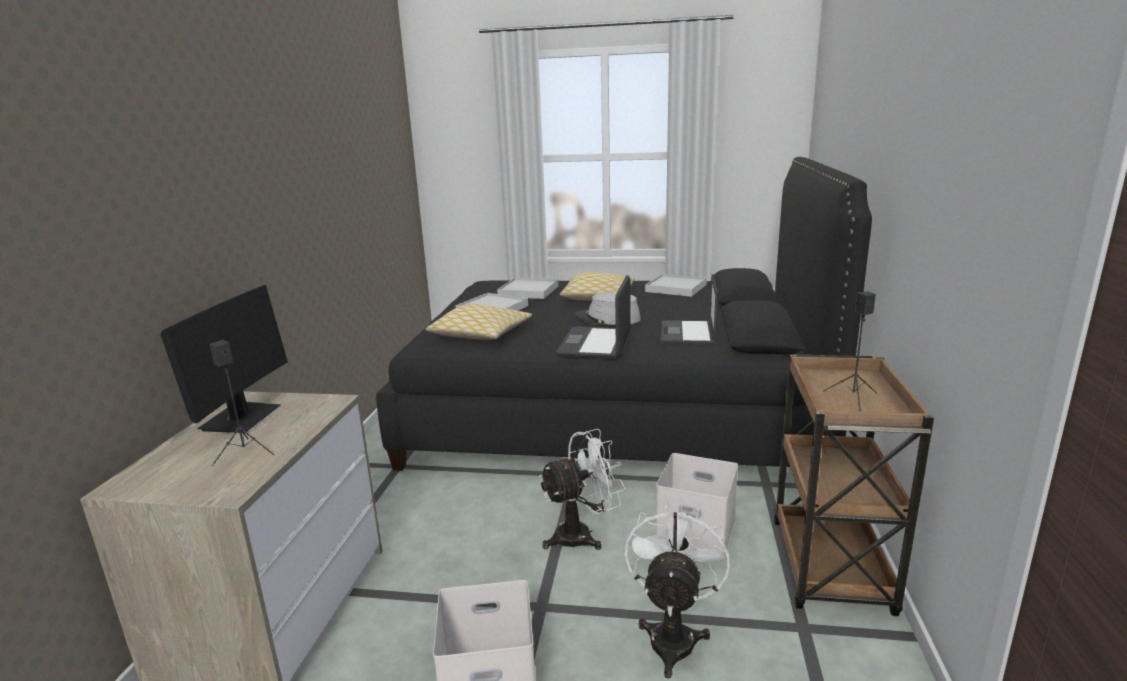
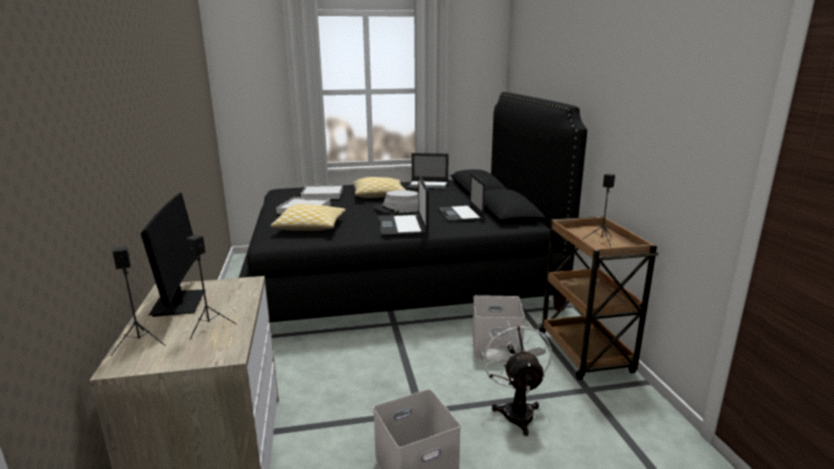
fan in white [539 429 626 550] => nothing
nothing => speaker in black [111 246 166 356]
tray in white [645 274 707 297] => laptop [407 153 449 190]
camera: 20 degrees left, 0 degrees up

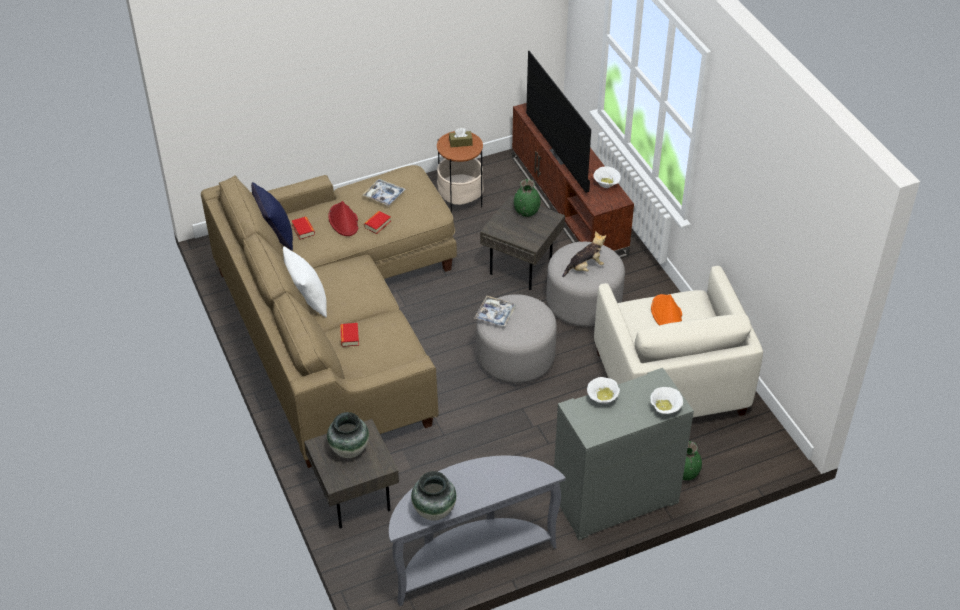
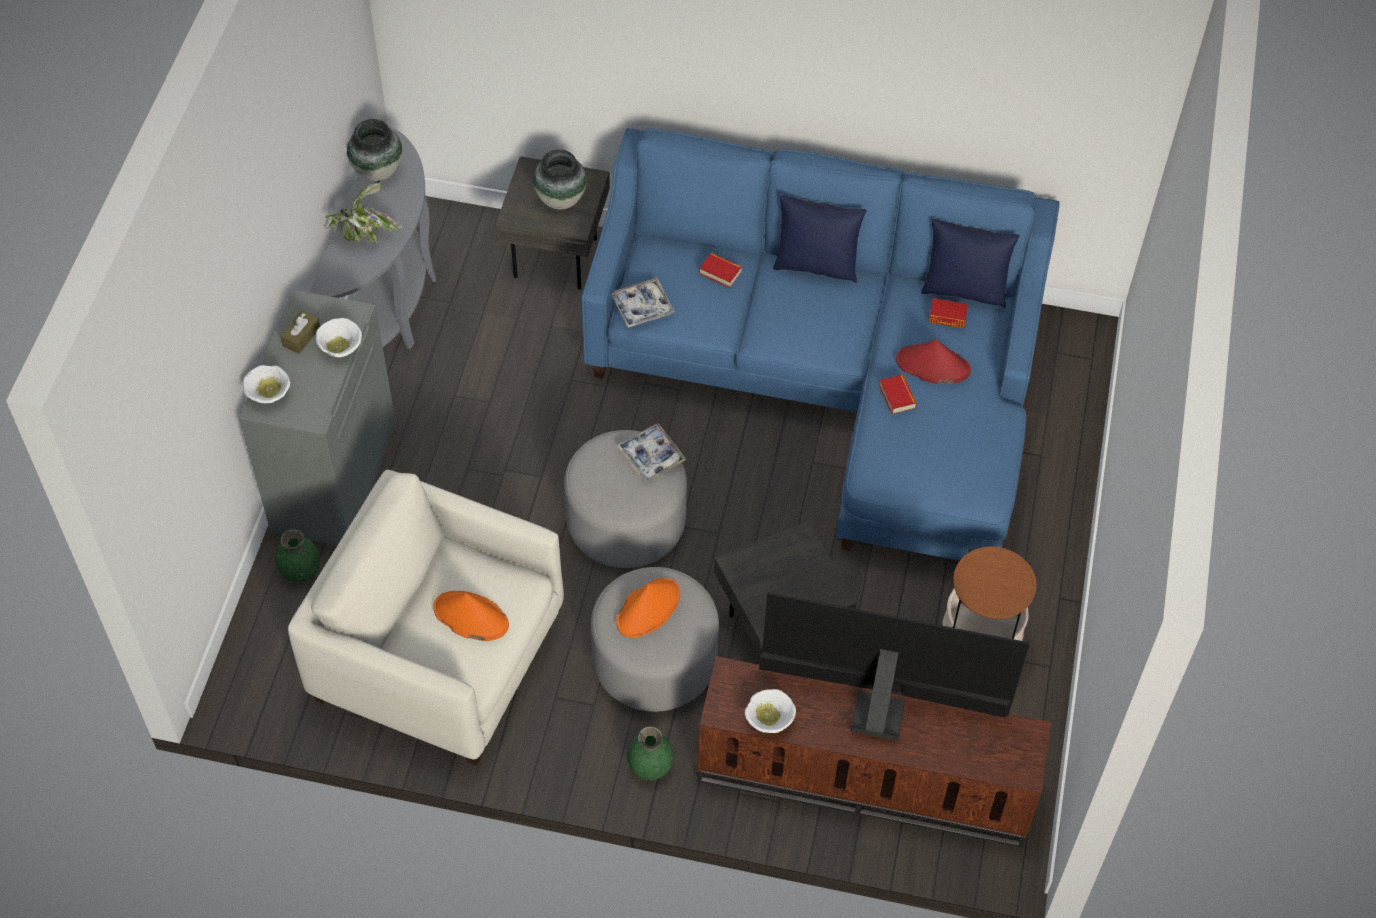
nothing => potted plant [326 180 402 244]
tray [363 179 406 206] => tray [612 278 675 328], move
tissue box in brown [449 127 473 147] => tissue box in brown [280 310 320 354], move
vase in green [514 179 540 217] => vase in green [627 726 673 780], move
plush toy [562 231 606 277] => hat in orange [616 578 680 638]
sofa in beige [201 165 457 468] => sofa in blue [582 128 1060 561]
pillow in white [283 247 327 317] => pillow in blue [773 195 867 283]
camera: 125 degrees right, 10 degrees up

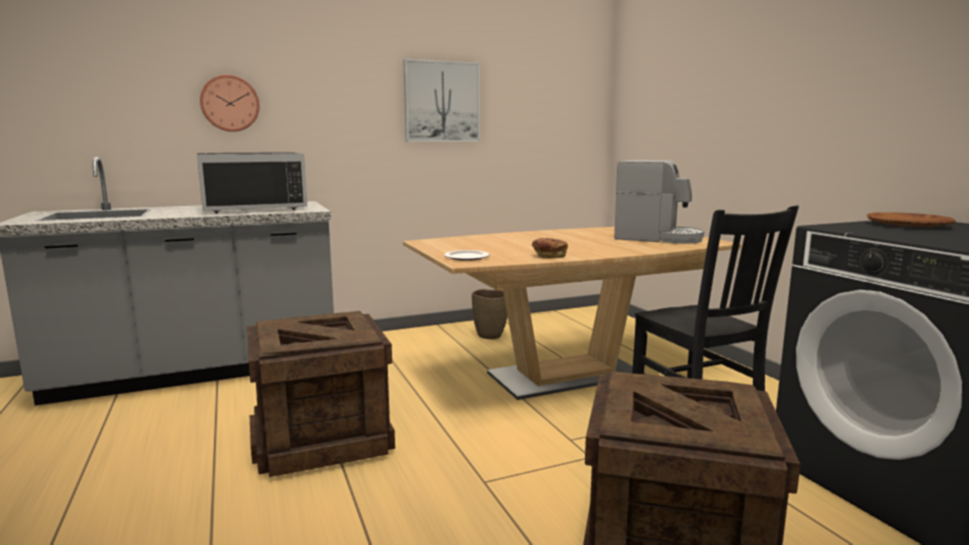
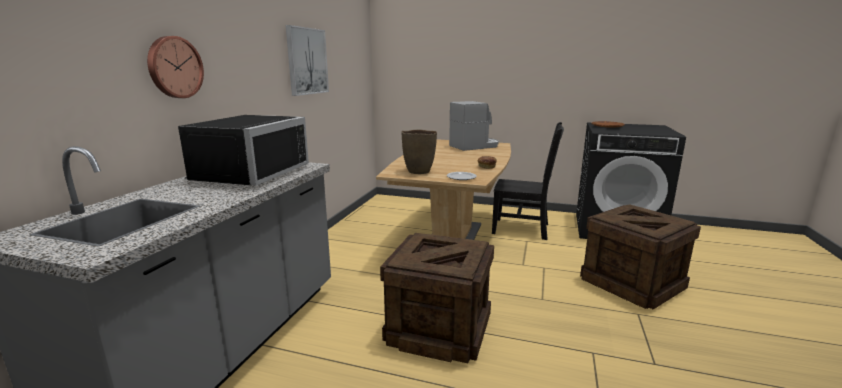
vase in brown [472 289 508 339] => vase in brown [401 129 437 174], move
camera: 50 degrees left, 5 degrees up

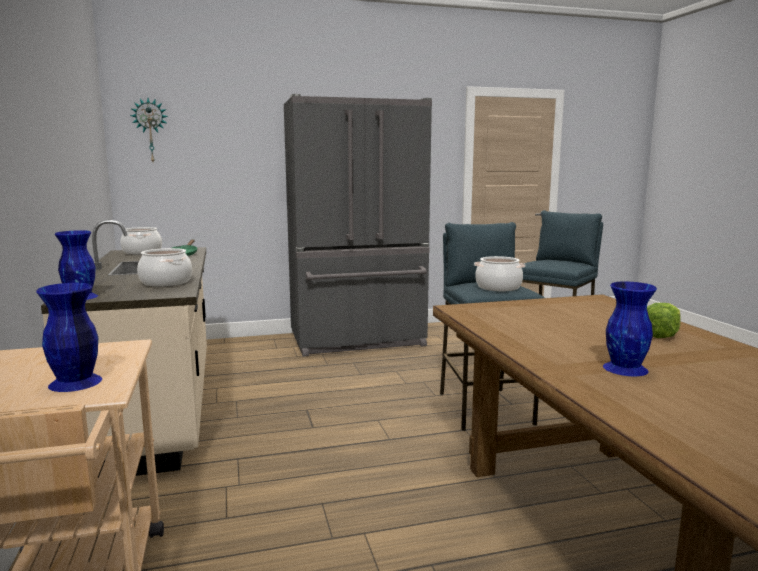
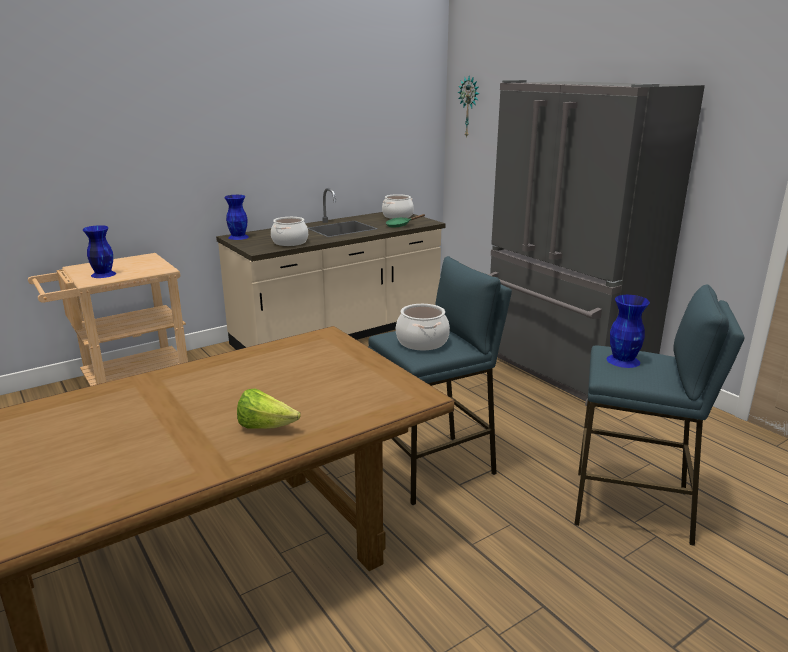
vase in blue [603 281 657 376] => vase in blue [607 295 650 368], move
camera: 70 degrees right, 10 degrees up

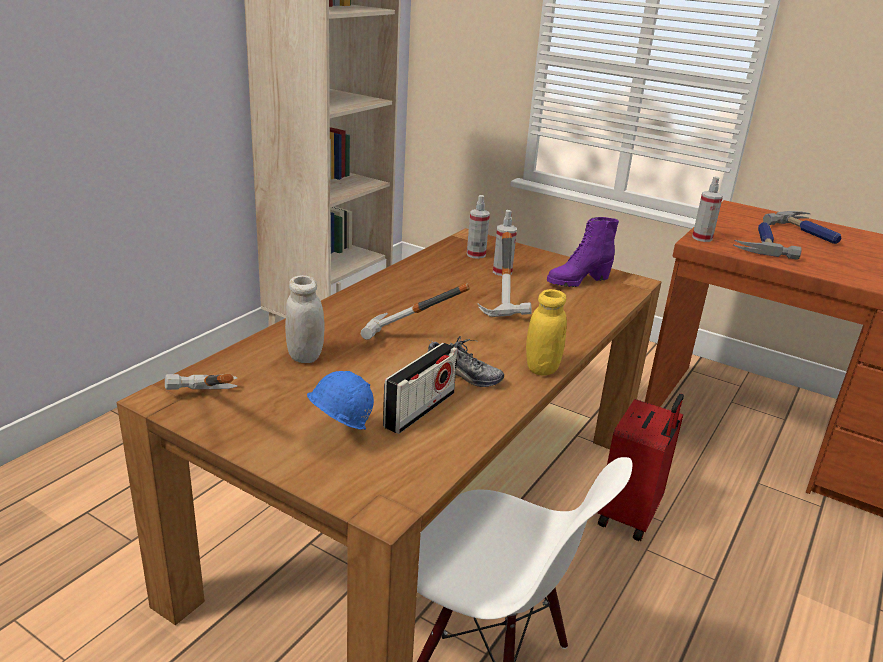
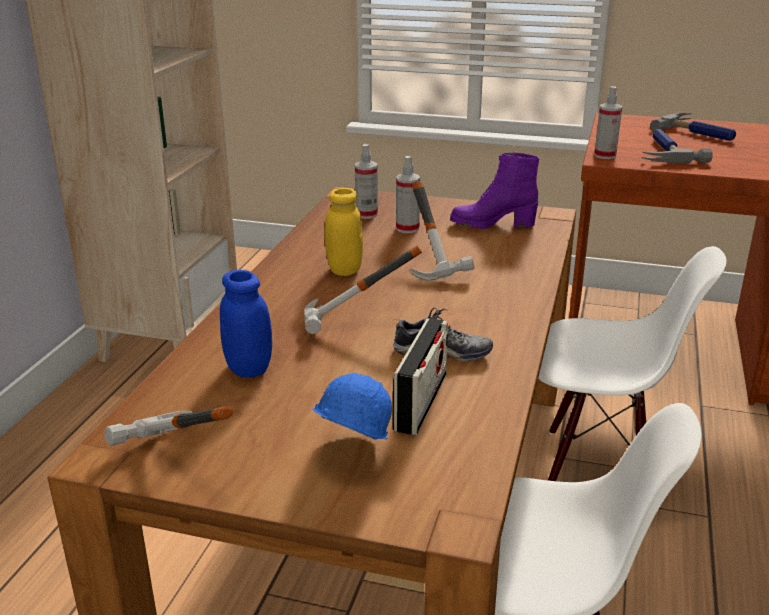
jar in yellow [526 289 567 376] => jar in yellow [325 188 363 276], move
suitcase in red [598 394 684 541] => chair in white [538 246 727 481]
jar in white [285 275 325 363] => jar in blue [220 270 272 378]
boot in purple [547 217 619 287] => boot in purple [450 152 540 229], 45 degrees clockwise
camera: 15 degrees left, 0 degrees up

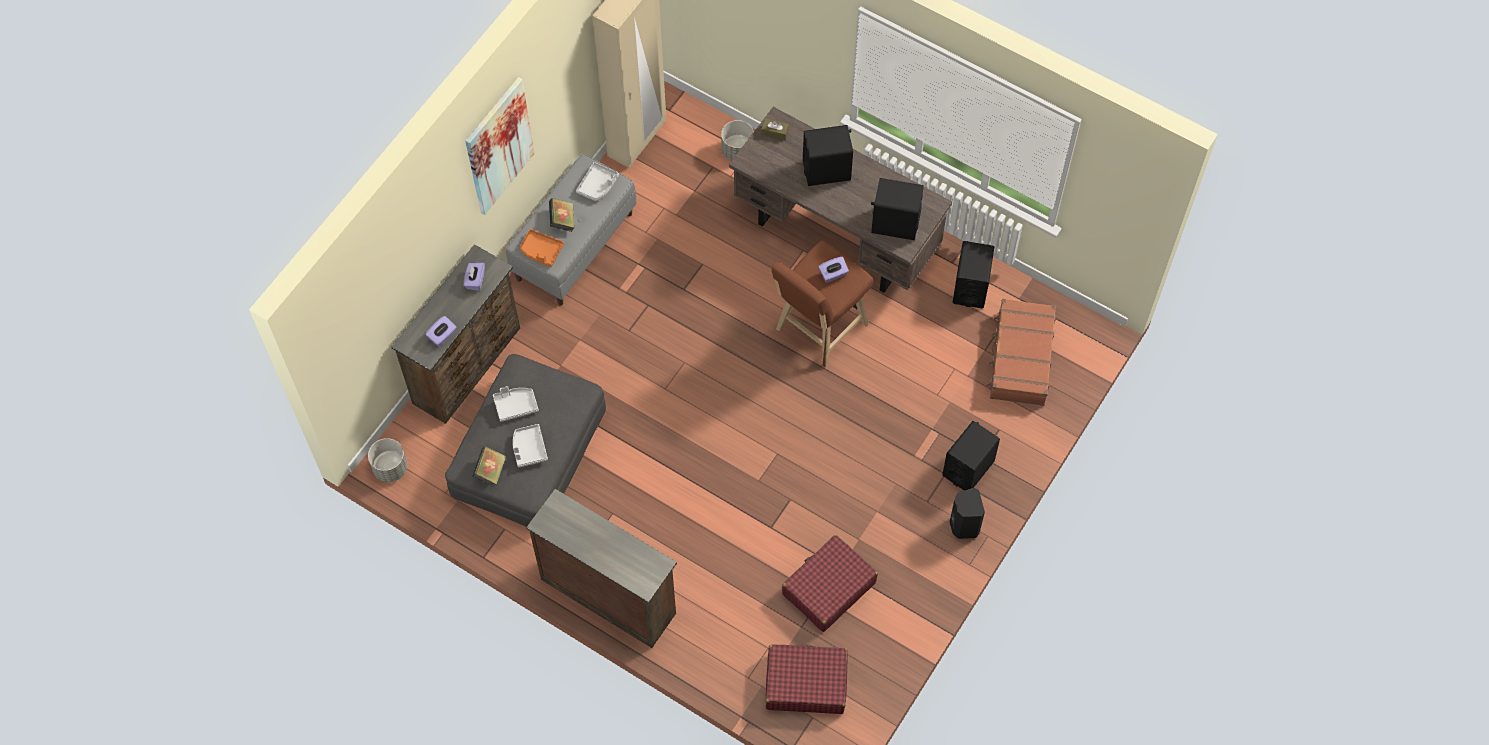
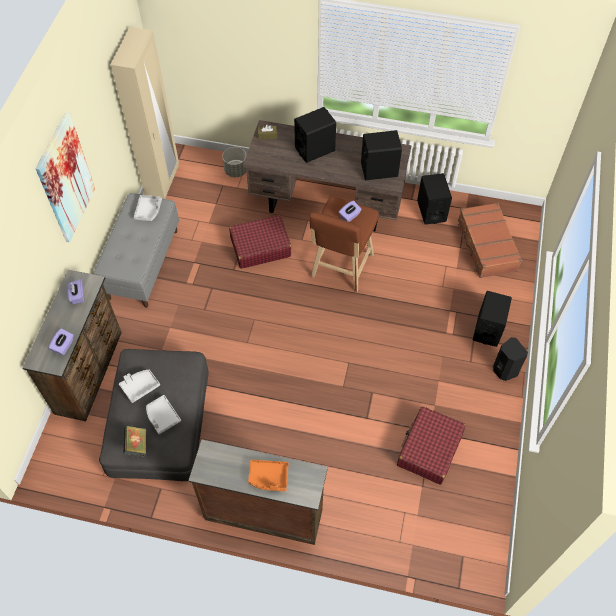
planter in grey [368 438 408 482] => nothing
book [549 198 574 232] => nothing
tray in orange [519 229 564 267] => tray in orange [248 460 289 491], move
suitcase in red [766 644 848 714] => suitcase in red [229 215 291 269], move
camera: 20 degrees left, 5 degrees down

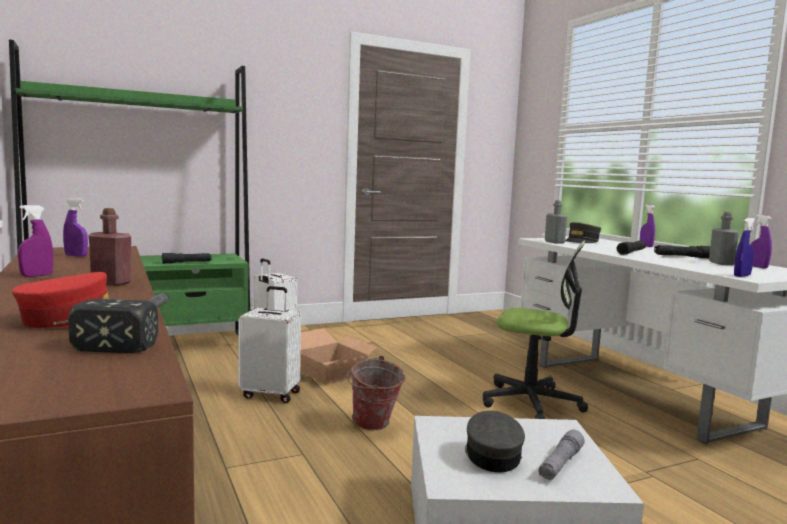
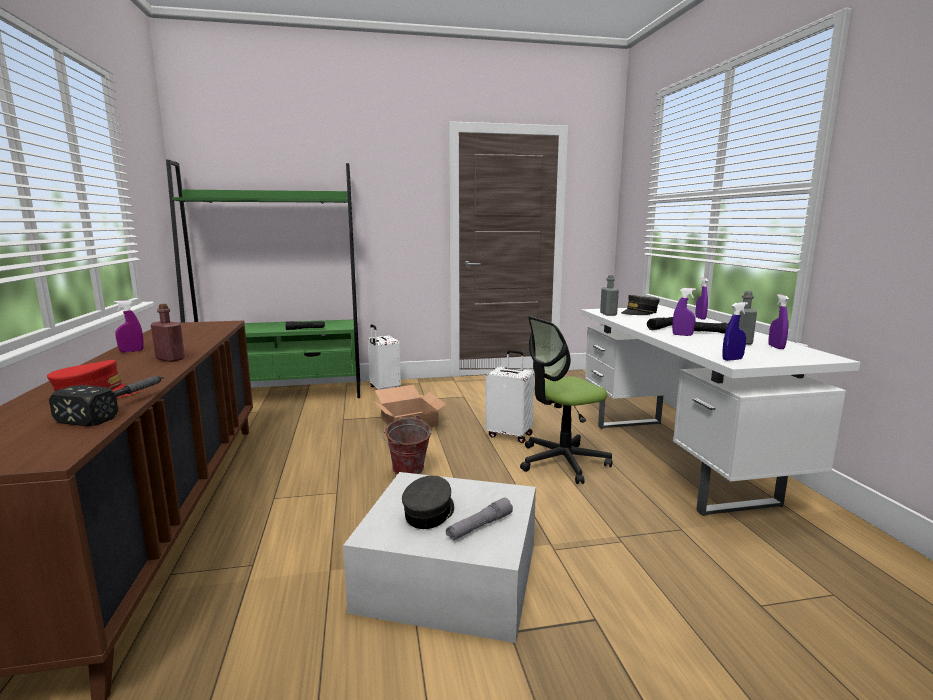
spray bottle in purple [63 198 88 257] => spray bottle in purple [672 288 696 336], move
suitcase in white [238 286 301 403] => suitcase in white [485 350 534 443], move
office chair [483 240 588 419] => office chair [520 316 613 484], 120 degrees clockwise
camera: 15 degrees right, 5 degrees up

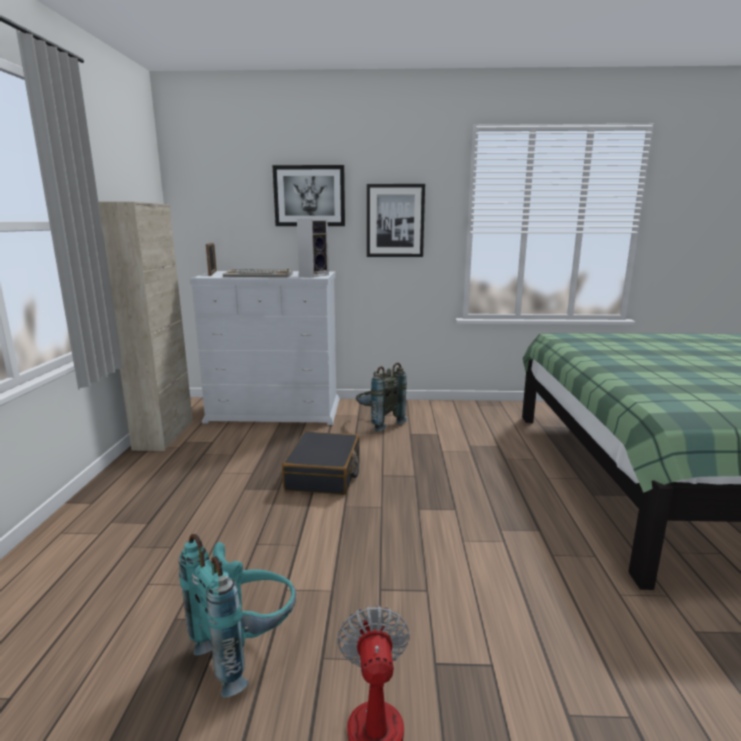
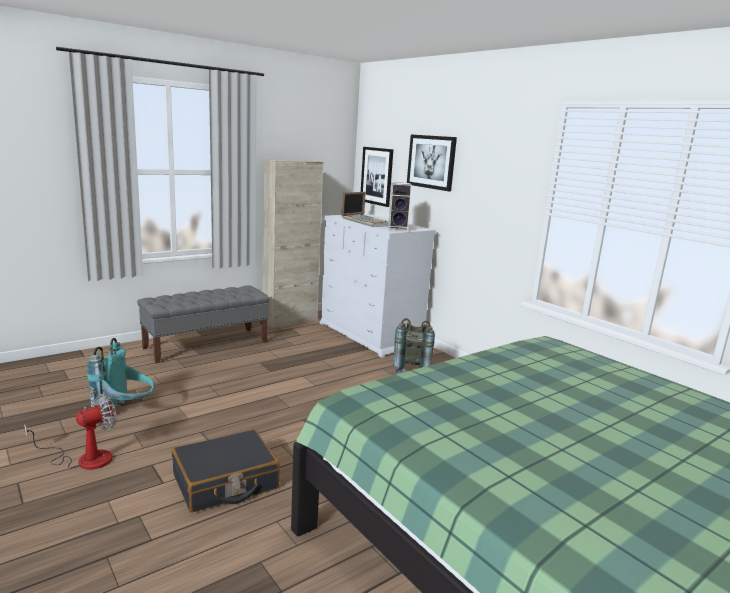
nothing => bench in grey [137 286 270 363]
suitcase in black [282 432 360 495] => suitcase in black [172 430 279 512], move
picture [367 184 425 257] => picture [361 147 393 207], move
camera: 50 degrees right, 0 degrees up

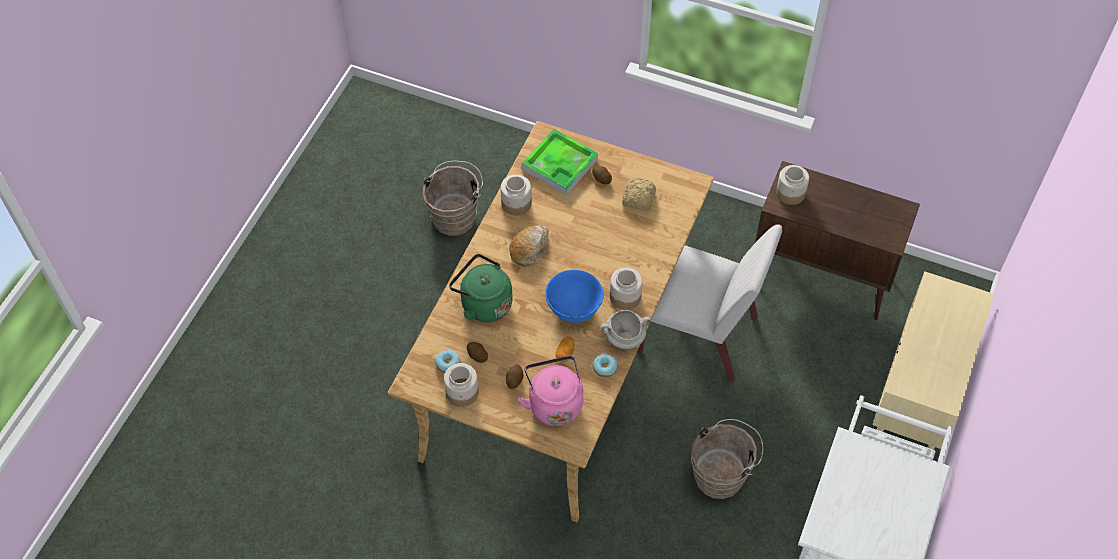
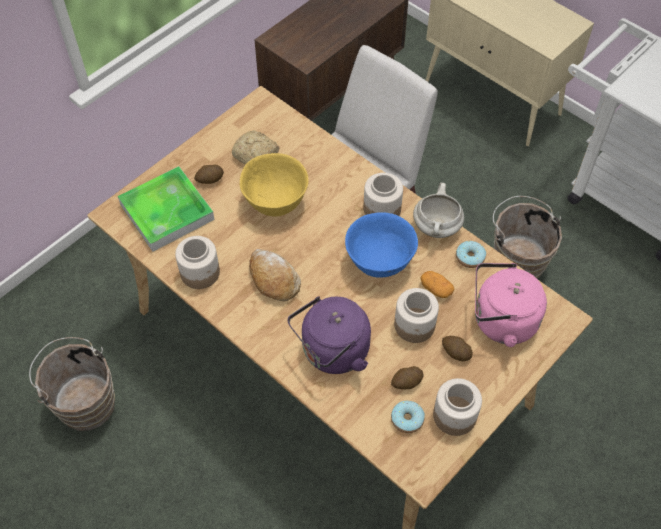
nothing => bowl in yellow [240 153 309 217]
jar [776 165 809 205] => jar [394 288 439 343], move
kettle in green [449 254 513 322] => kettle in purple [288 296 371 374]
camera: 70 degrees left, 0 degrees up

